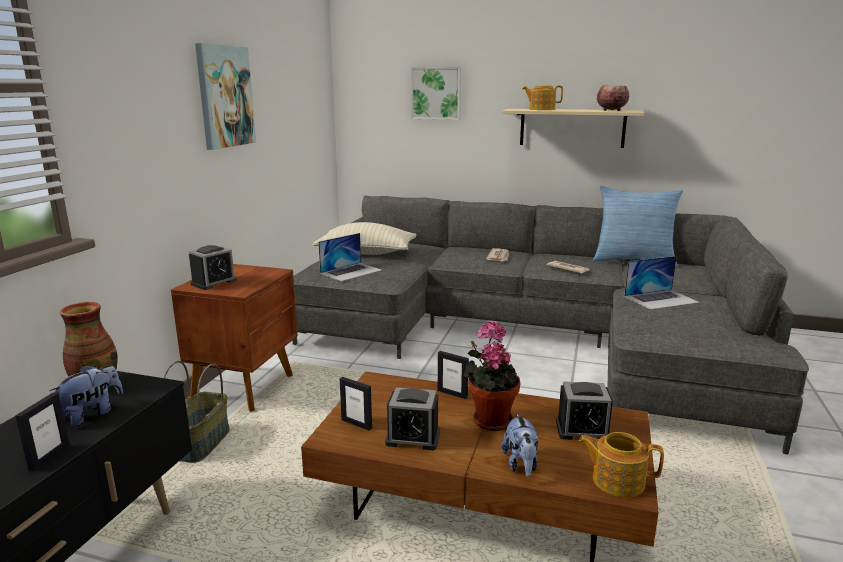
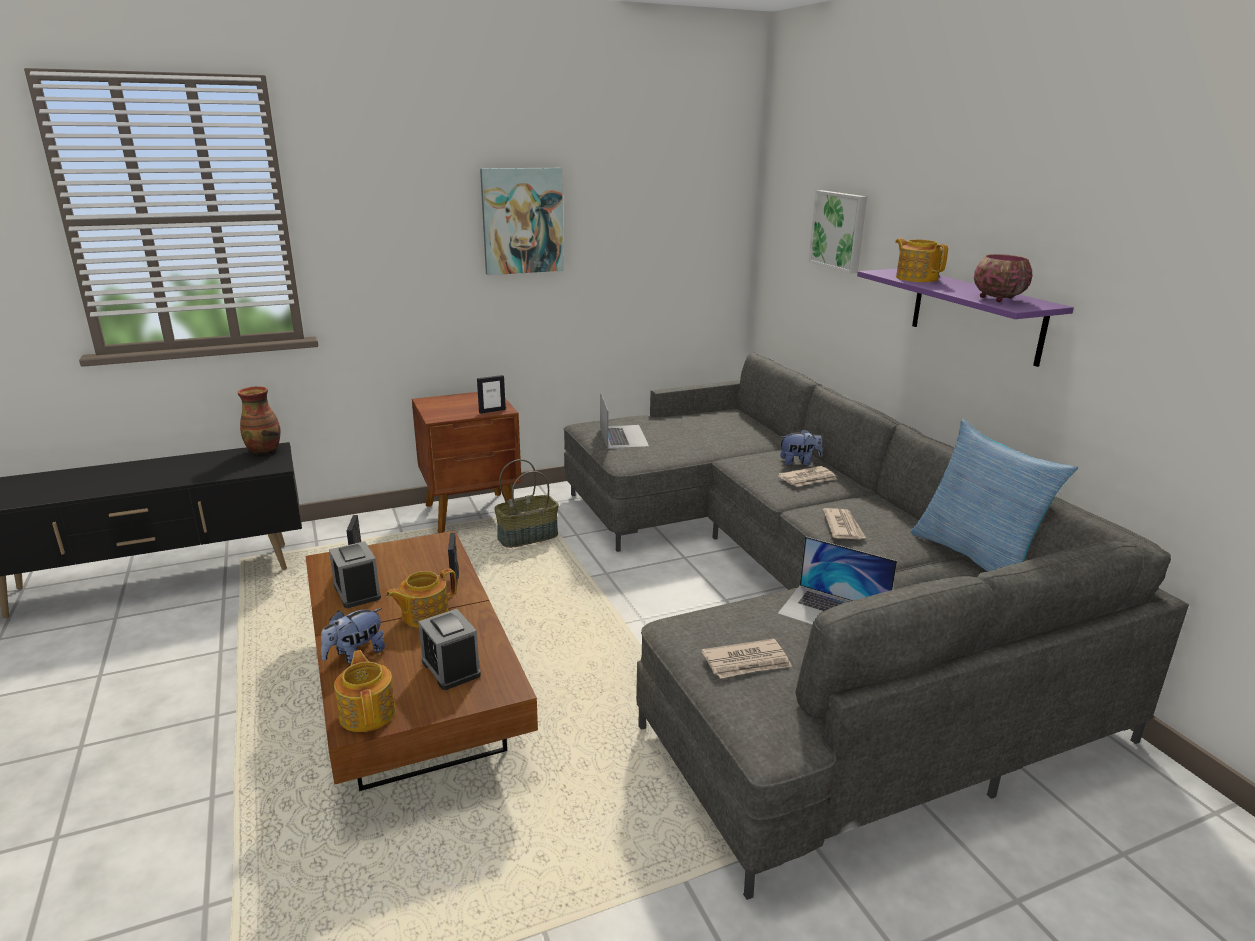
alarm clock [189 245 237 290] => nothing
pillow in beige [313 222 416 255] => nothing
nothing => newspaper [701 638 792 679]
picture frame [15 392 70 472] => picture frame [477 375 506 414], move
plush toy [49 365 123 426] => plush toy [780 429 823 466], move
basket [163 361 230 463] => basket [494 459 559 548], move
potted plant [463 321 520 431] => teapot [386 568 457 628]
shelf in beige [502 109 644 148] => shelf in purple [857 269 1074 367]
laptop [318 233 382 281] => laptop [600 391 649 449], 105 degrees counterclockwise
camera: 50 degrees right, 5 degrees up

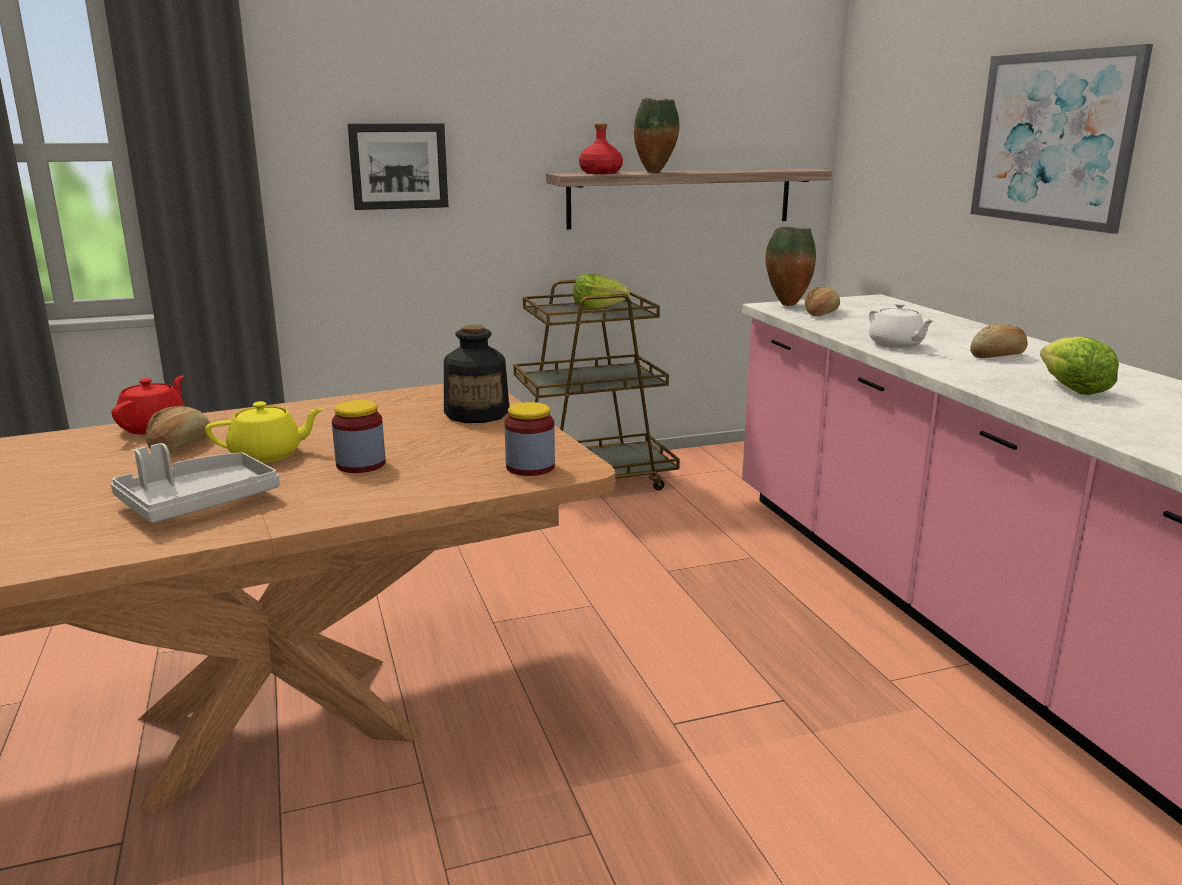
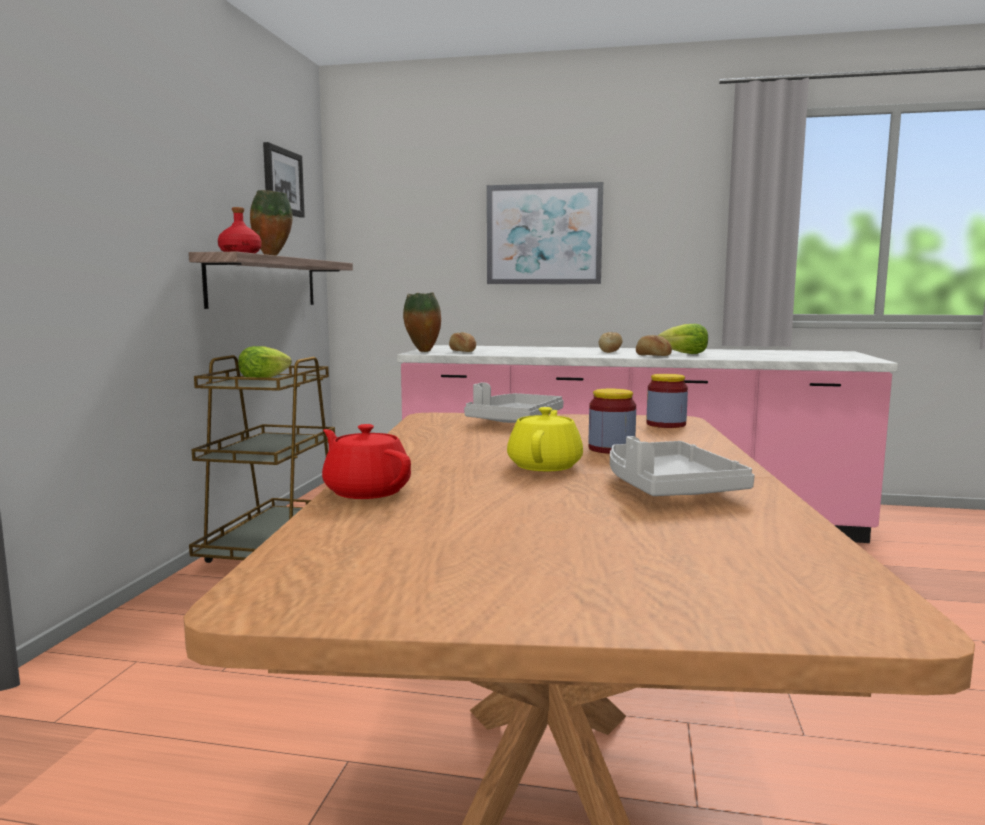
teapot in white [869 303 934 348] => nothing
bread [146 406 210 452] => bread [636 335 672 356], move
picture [347 123 449 210] => picture [263 142 305 217], move
bottle [444 325 509 423] => tray in grey [464 383 564 423]
camera: 60 degrees left, 10 degrees down

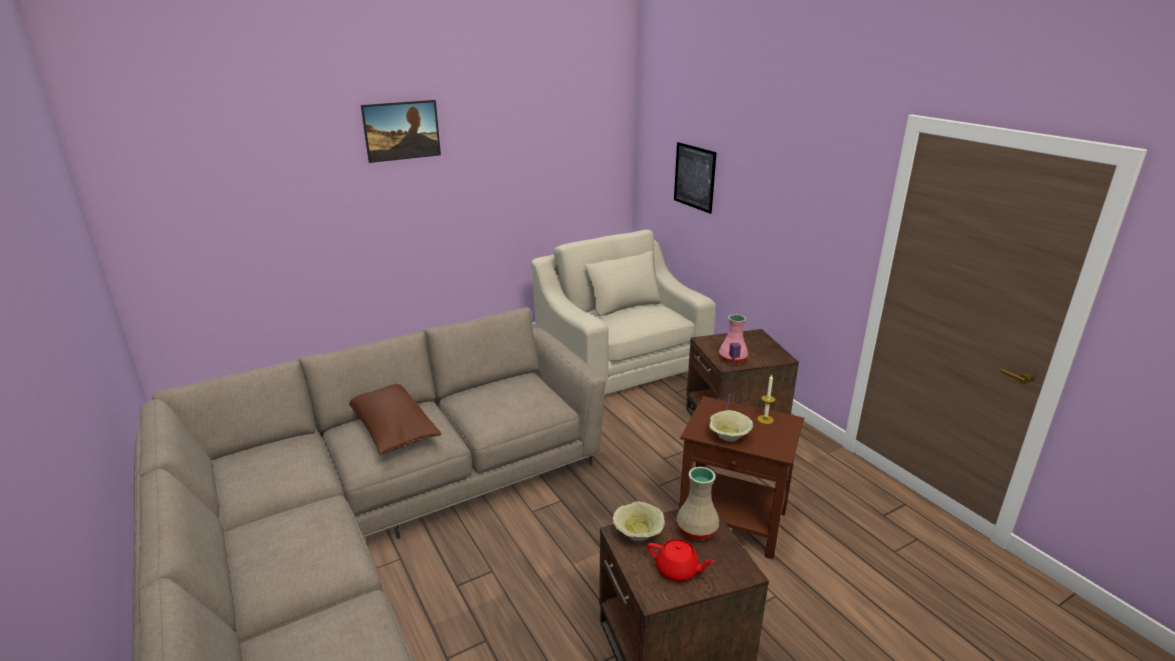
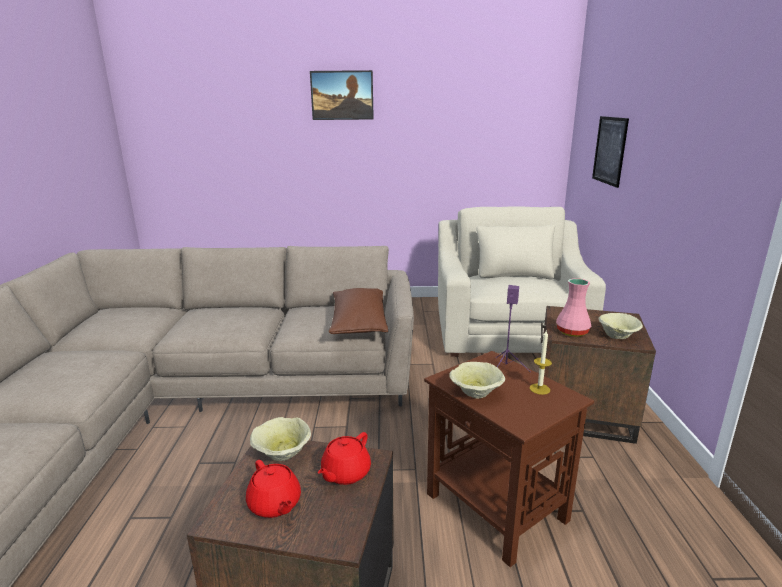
nothing => bowl in beige [599 313 643 339]
pillow in brown [349 384 441 455] => pillow in brown [329 288 388 334], move
vase in beige [676 467 719 540] => teapot in red [318 432 371 485]
camera: 30 degrees right, 5 degrees down

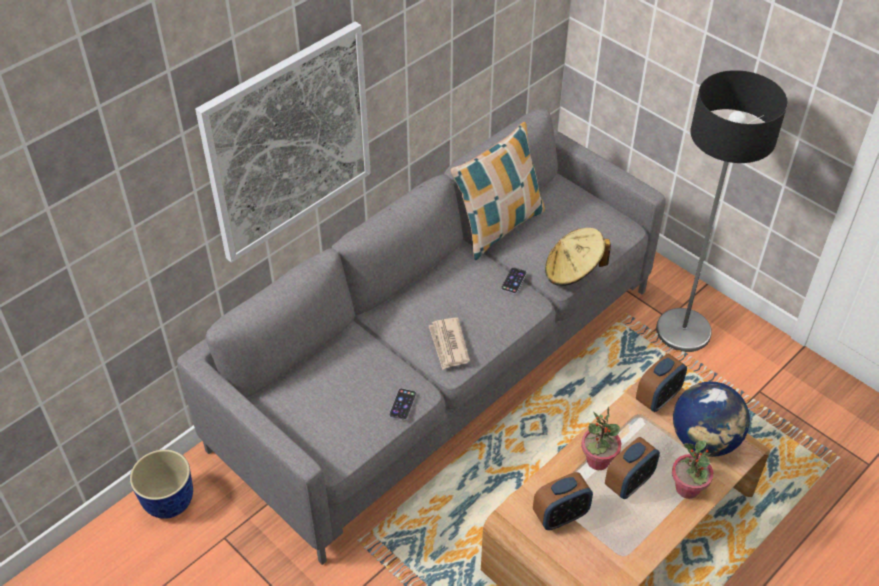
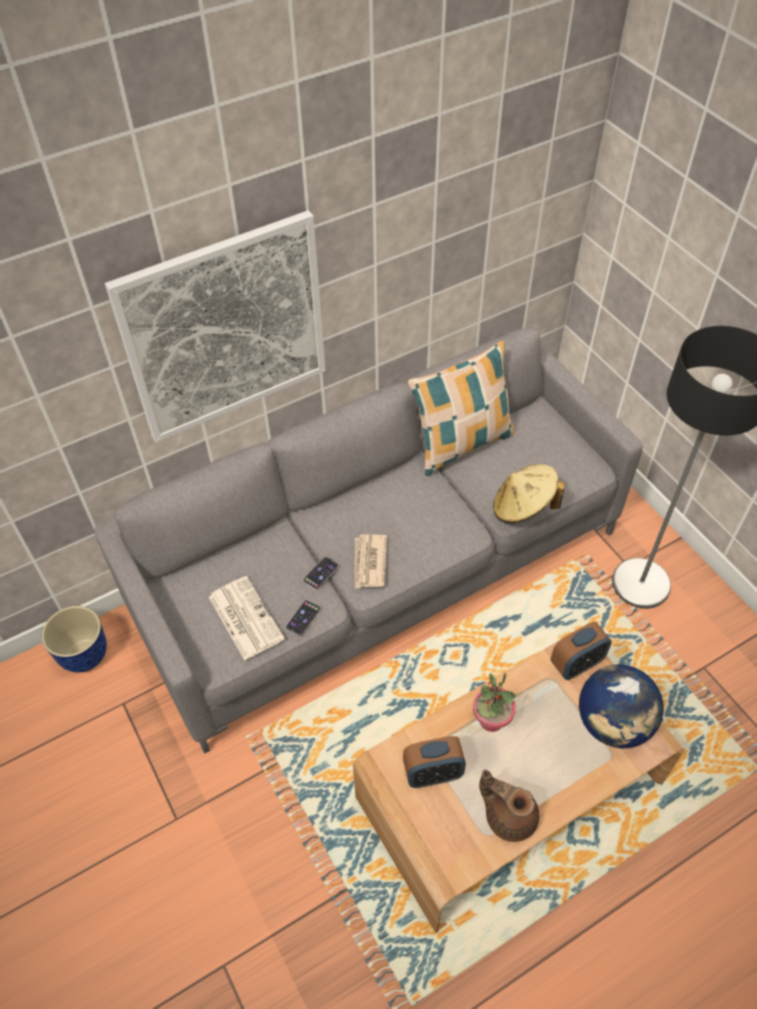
alarm clock [605 437 660 499] => nothing
potted plant [672 441 713 499] => nothing
nothing => newspaper [209 576 285 661]
nothing => teapot in brown [479 770 539 842]
phone [501 267 527 294] => phone [303 557 339 590], move
camera: 15 degrees right, 5 degrees up

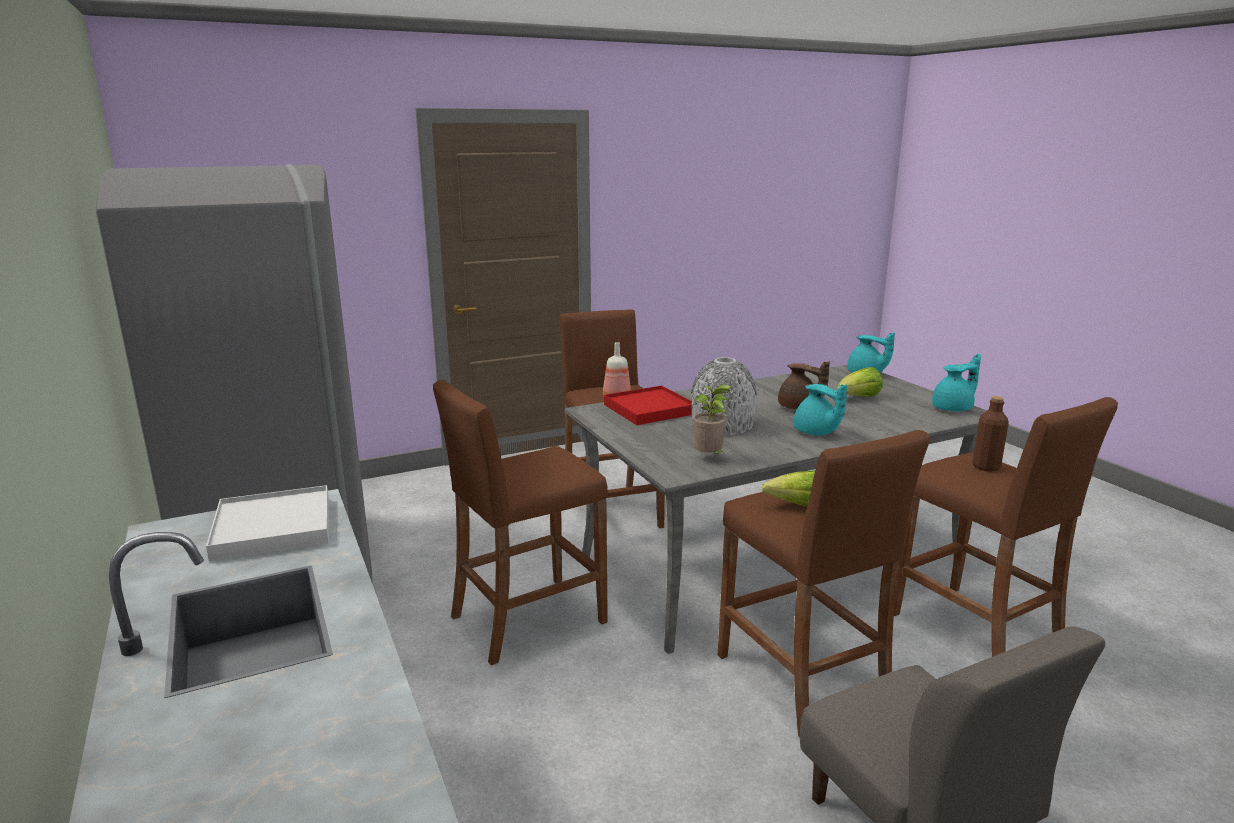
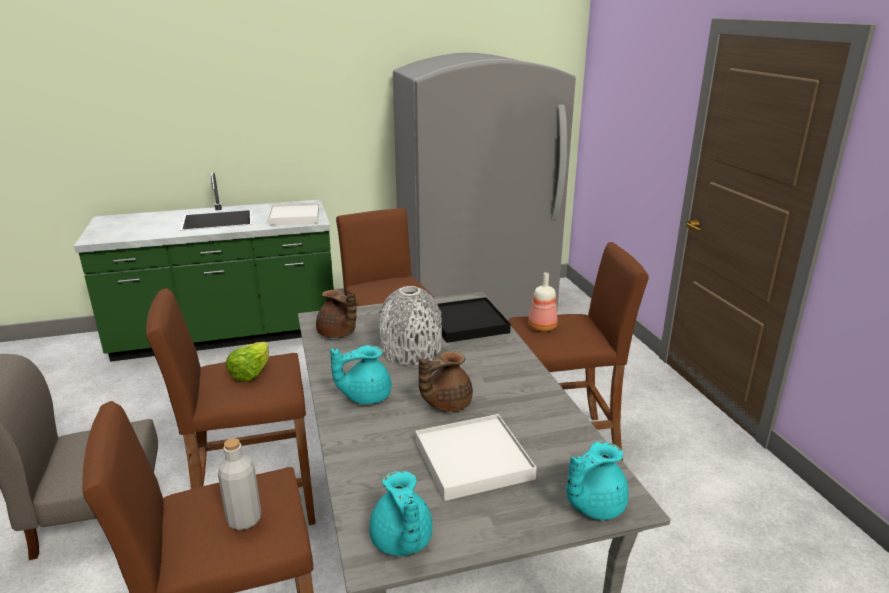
potted plant [693 384 731 454] => teapot in brown [316 290 357 338]
lettuce [837 367 883 397] => tray in white [416 414 537 501]
tray in red [604 386 692 425] => tray in black [438 297 511 343]
bottle in brown [972 396 1009 472] => bottle in grey [218 438 261 530]
camera: 100 degrees right, 5 degrees up

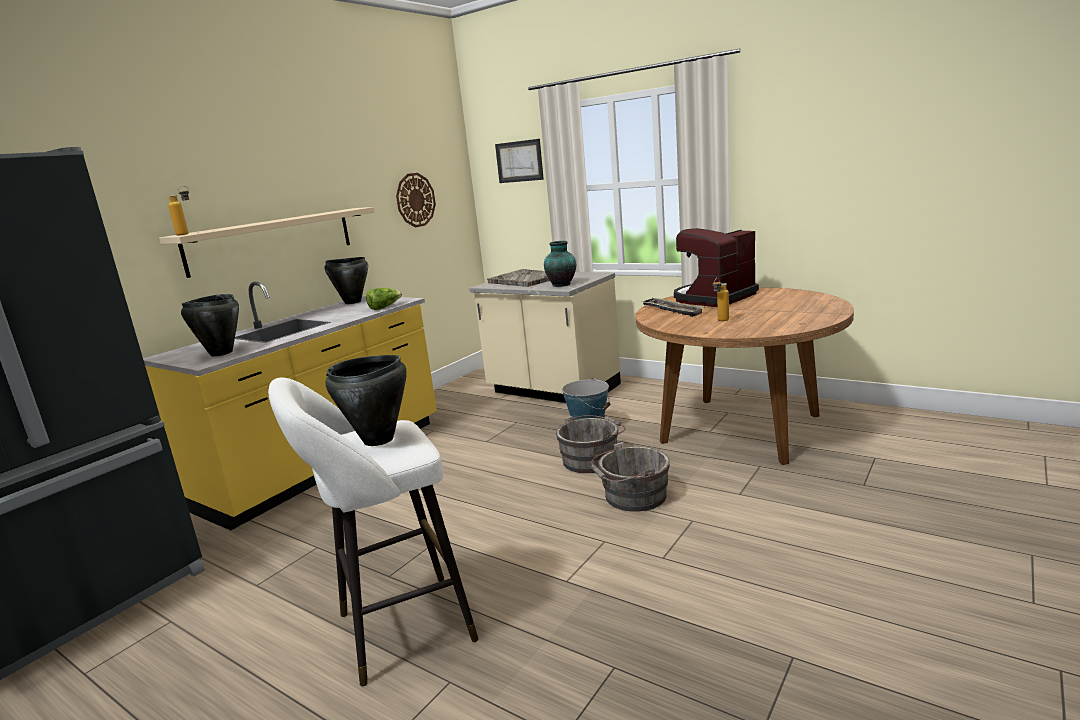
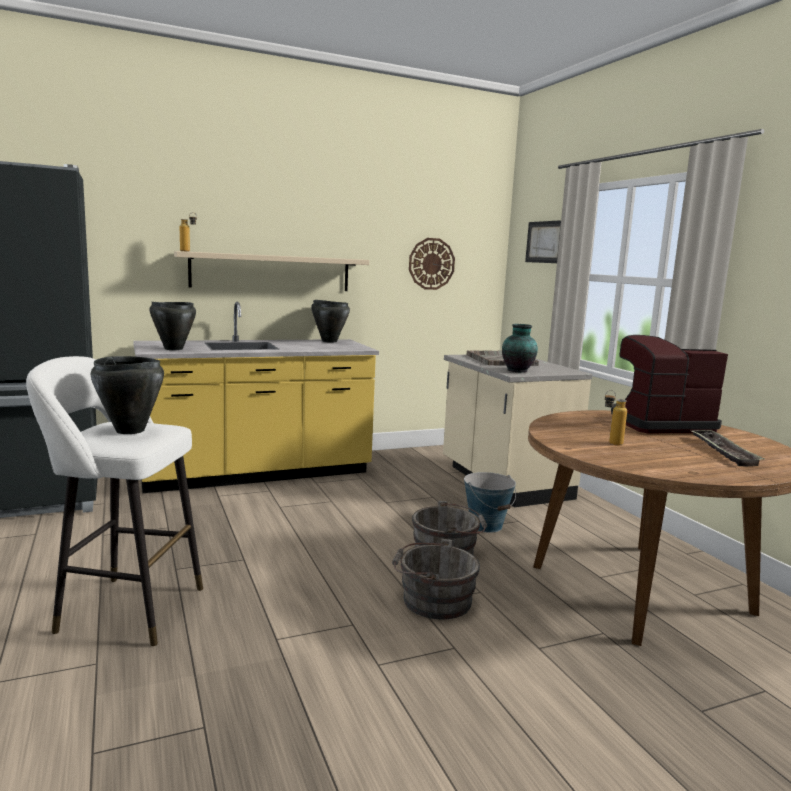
lettuce [366 288 402 310] => nothing
tray [642 298 705 317] => tray [691 430 765 467], move
camera: 30 degrees right, 5 degrees down

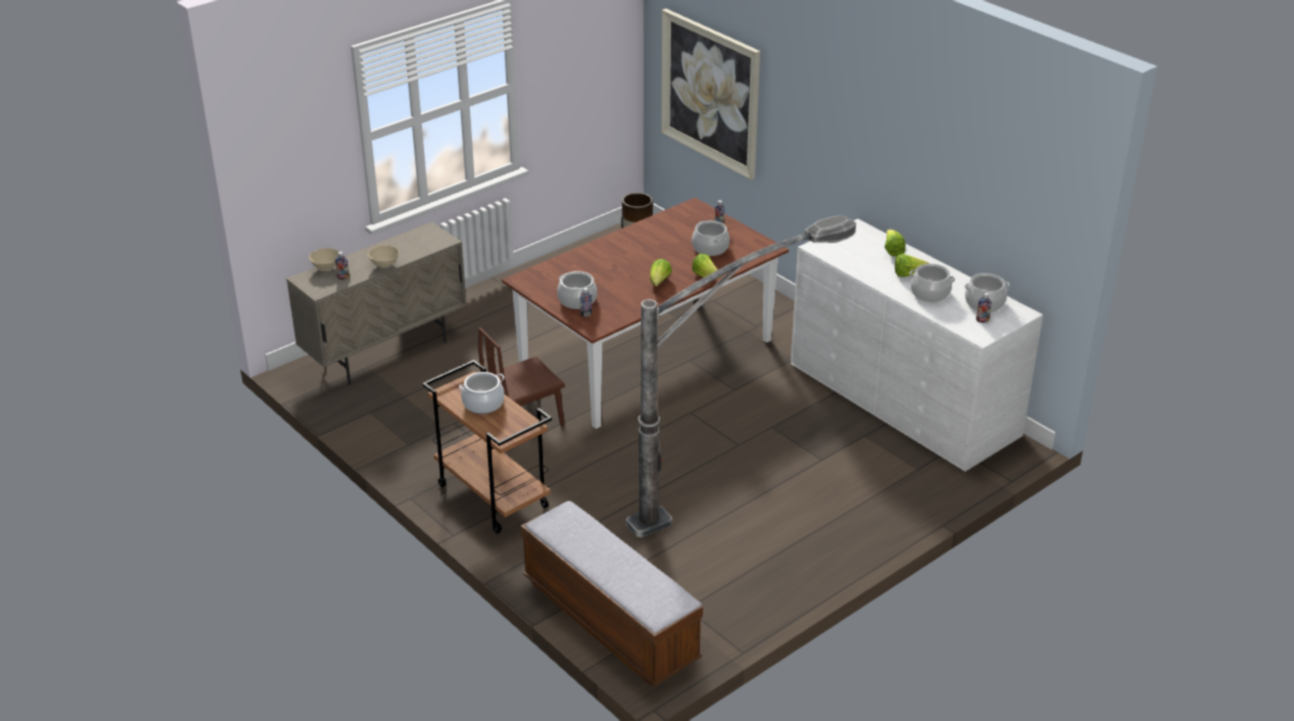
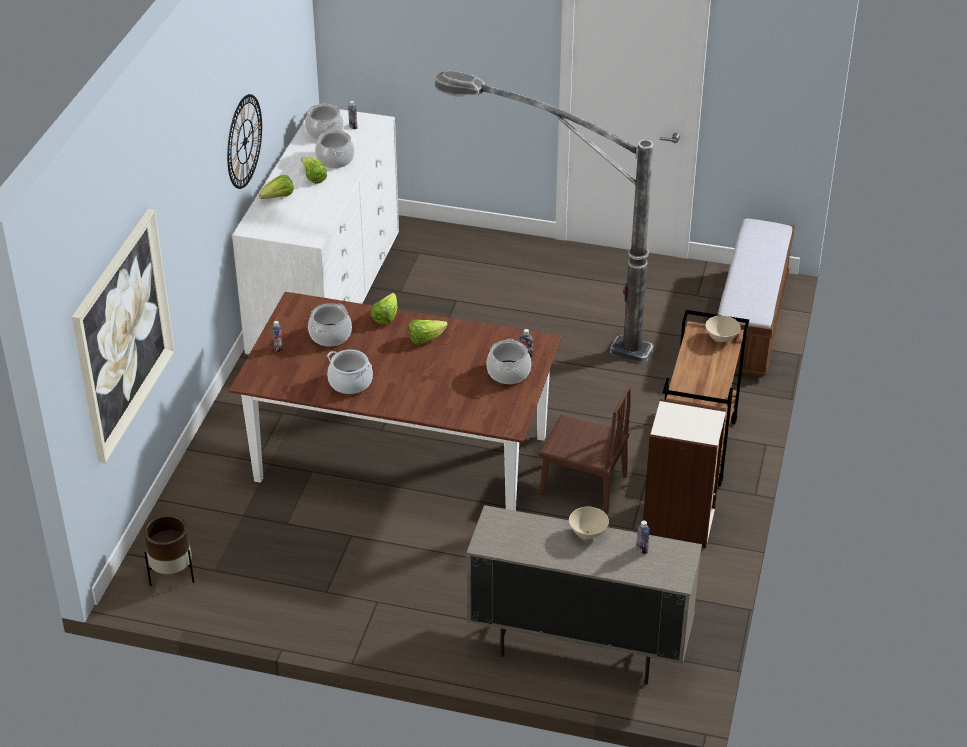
nothing => wall clock [227 94 262 189]
nothing => bookcase [643 399 726 548]
bowl in beige [309 248 339 271] => bowl in beige [705 315 740 342], move
cooking pot [459 372 505 414] => cooking pot [327 350 373 394], move
camera: 125 degrees left, 5 degrees up

